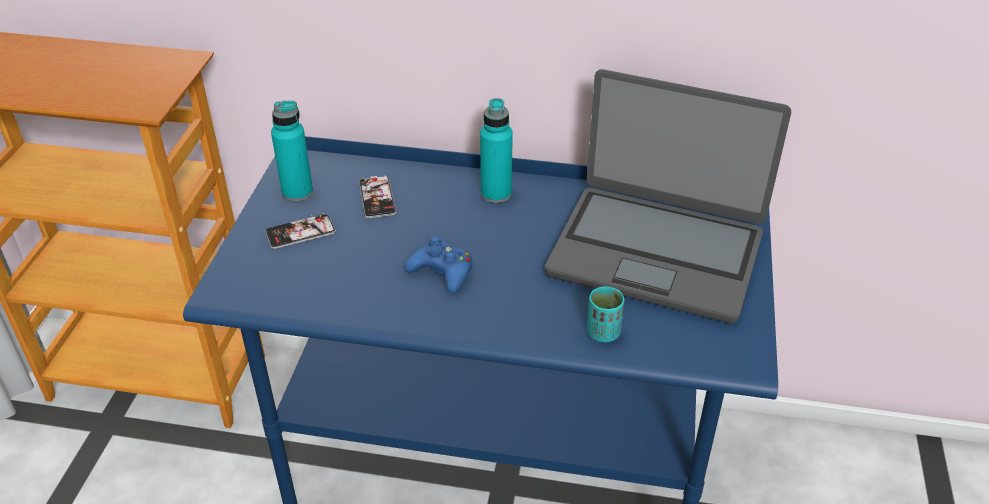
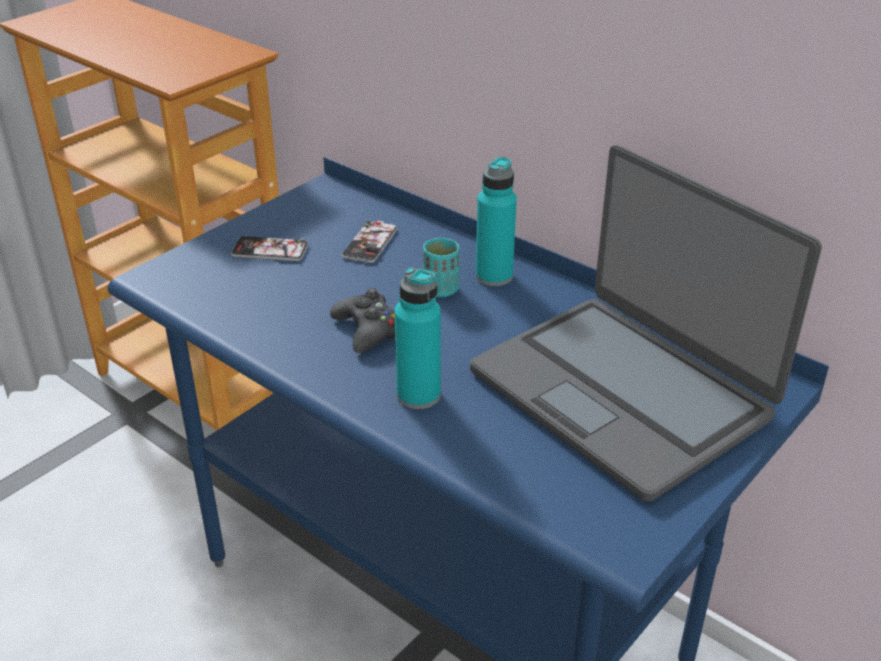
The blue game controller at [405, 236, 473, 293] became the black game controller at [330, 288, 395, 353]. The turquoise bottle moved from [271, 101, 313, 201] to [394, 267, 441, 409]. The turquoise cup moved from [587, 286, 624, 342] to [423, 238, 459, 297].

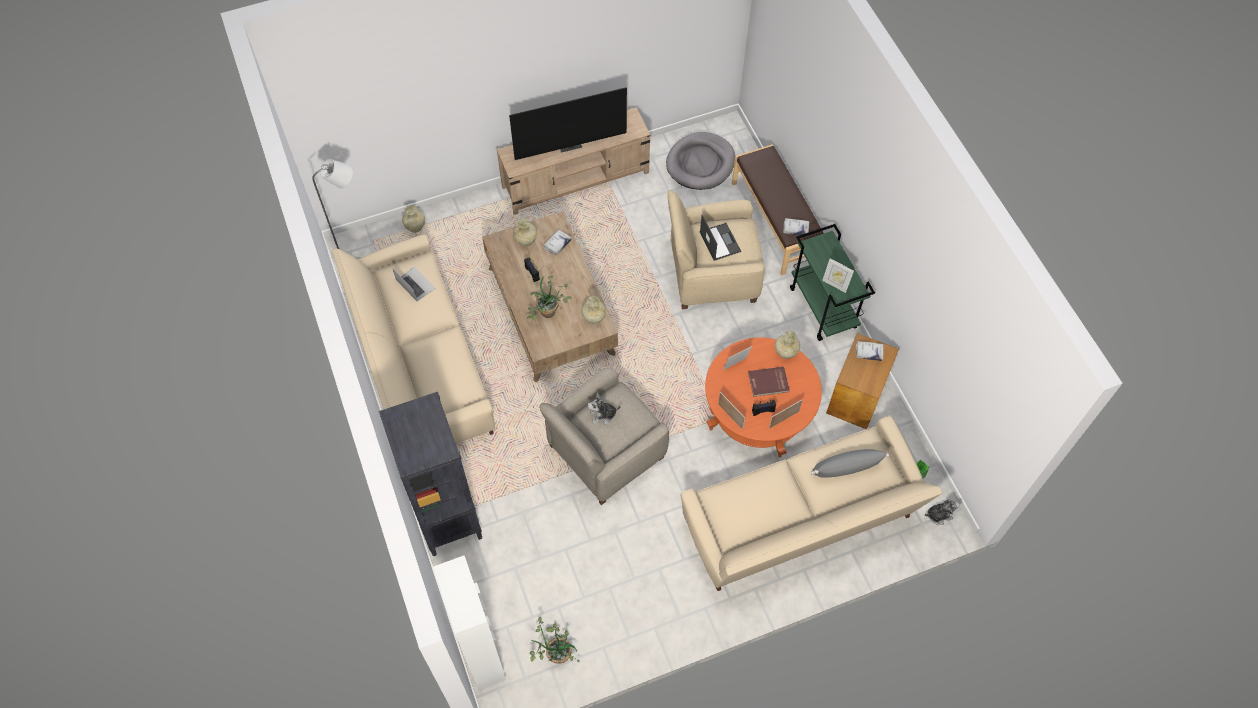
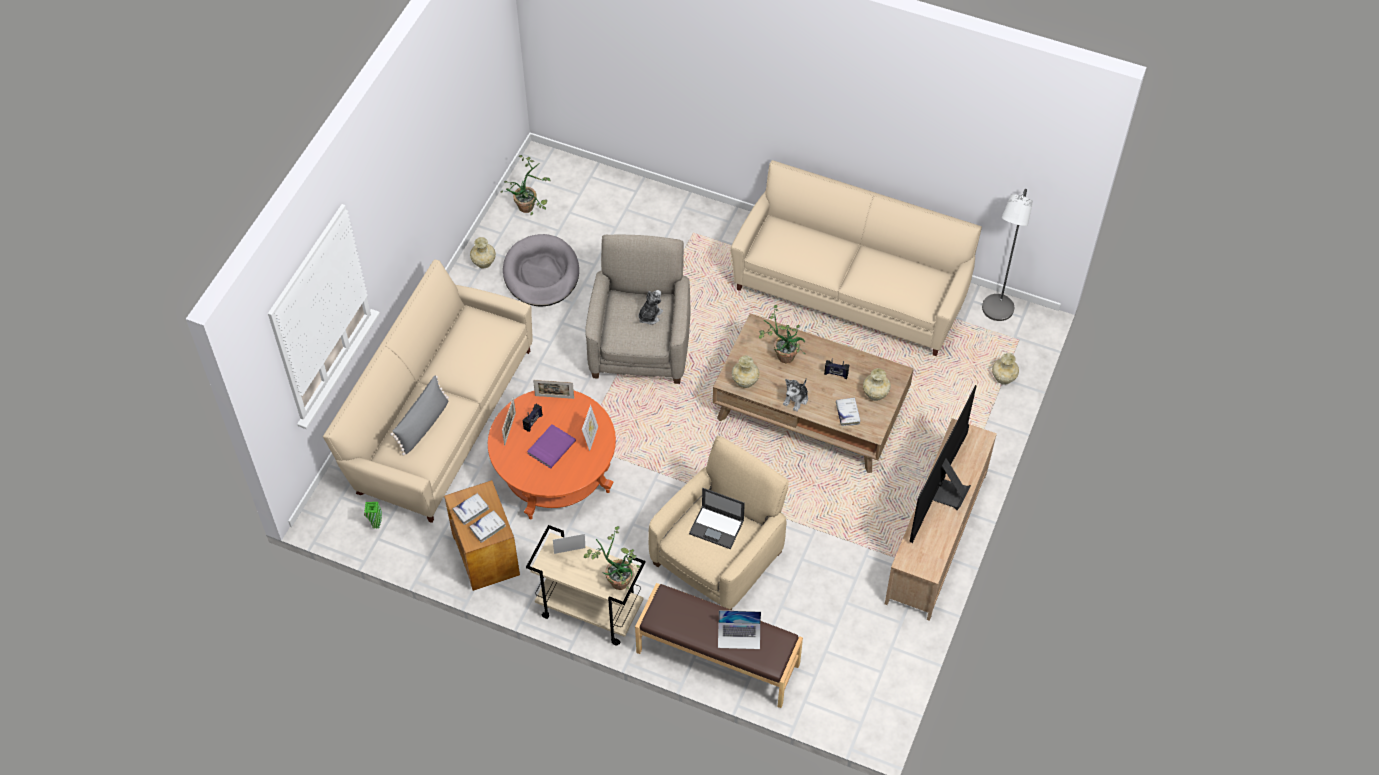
The white book moved from [783, 218, 810, 235] to [453, 493, 489, 525]. The beige vase moved from [775, 331, 800, 359] to [470, 237, 496, 269]. The grey dog bed moved from [666, 132, 735, 190] to [503, 234, 579, 307]. The green cart at [790, 224, 875, 341] became the beige cart at [526, 525, 645, 645]. The red book at [748, 367, 790, 397] became the purple book at [527, 424, 576, 469]. The potted plant at [584, 526, 640, 590] appeared. The laptop moved from [393, 267, 436, 301] to [718, 610, 761, 649]. The plush toy moved from [925, 499, 960, 525] to [783, 378, 808, 412]. The black bookcase at [379, 392, 483, 556] disappeared. The white cabinet at [433, 555, 506, 690] disappeared.

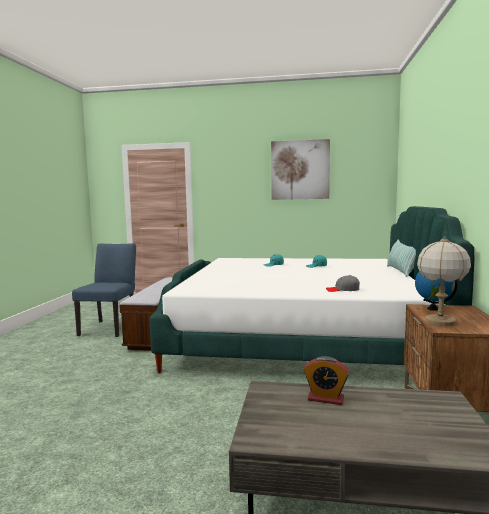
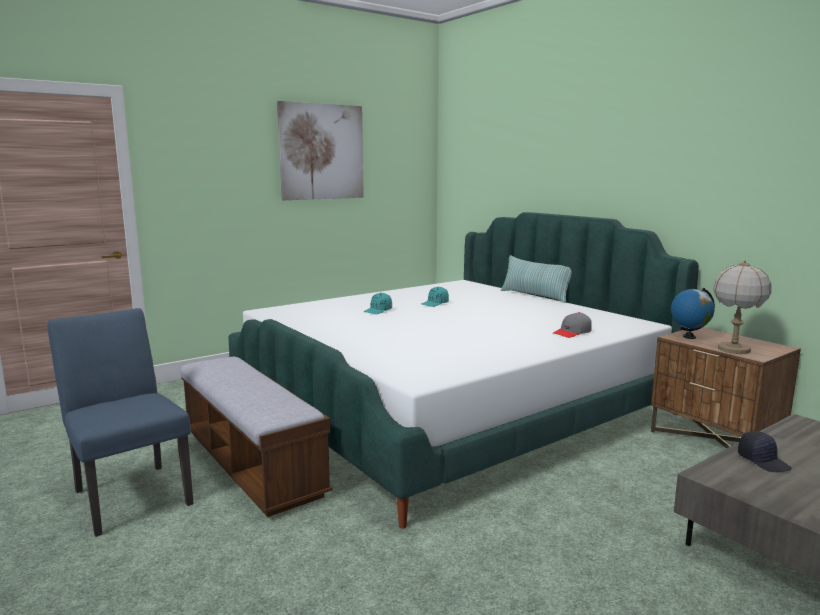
The alarm clock at [303, 356, 349, 405] was replaced by the black cap at [738, 431, 792, 472].

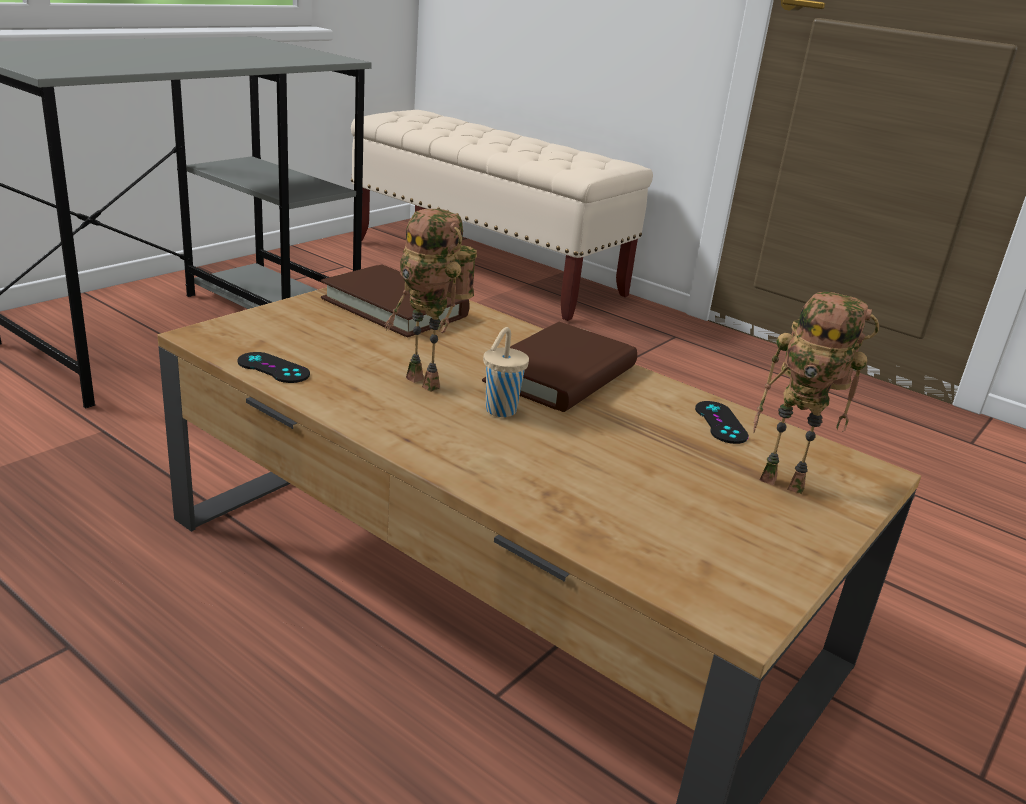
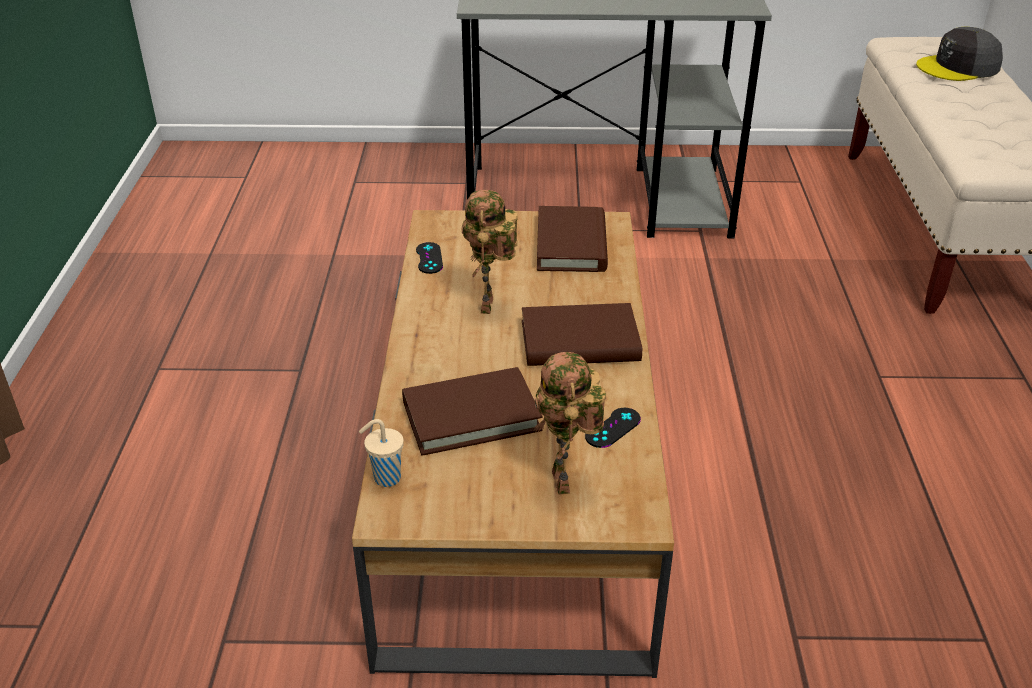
The beige cup moved from [483, 327, 529, 417] to [359, 419, 404, 487]. The brown book at [402, 367, 543, 456] appeared. The grey cap at [916, 26, 1003, 81] appeared.

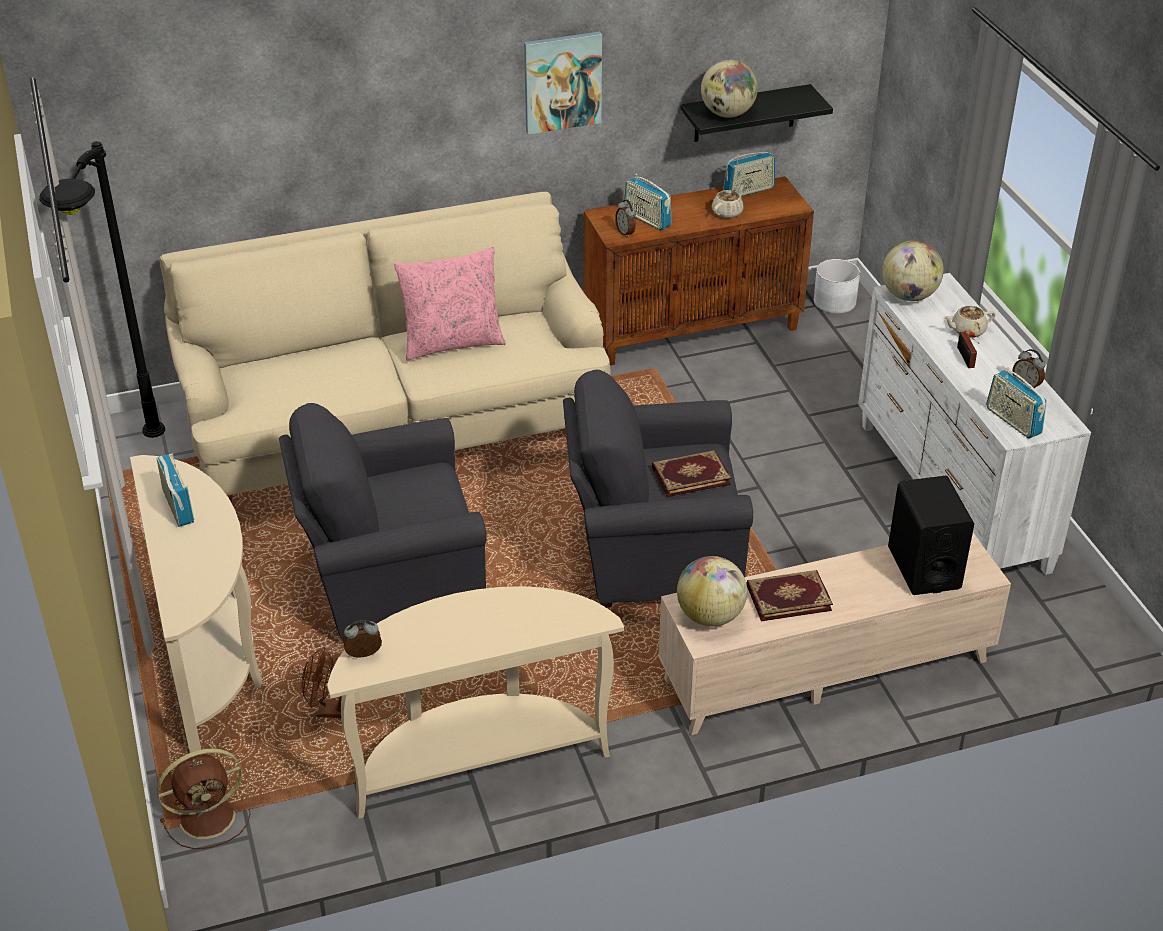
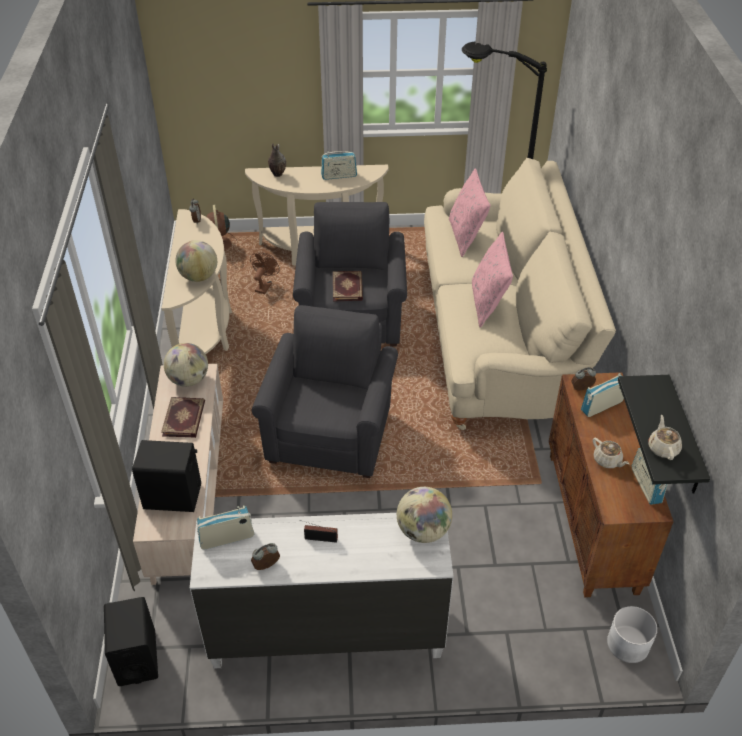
The black speaker at [104, 597, 158, 686] appeared. The globe moved from [701, 60, 758, 118] to [175, 240, 217, 282]. The vase at [268, 143, 286, 177] appeared. The book moved from [652, 450, 731, 497] to [333, 271, 363, 301]. The pink pillow at [449, 168, 491, 257] appeared. The beige teapot moved from [943, 306, 995, 338] to [648, 415, 682, 460]. The picture at [524, 31, 602, 135] disappeared.

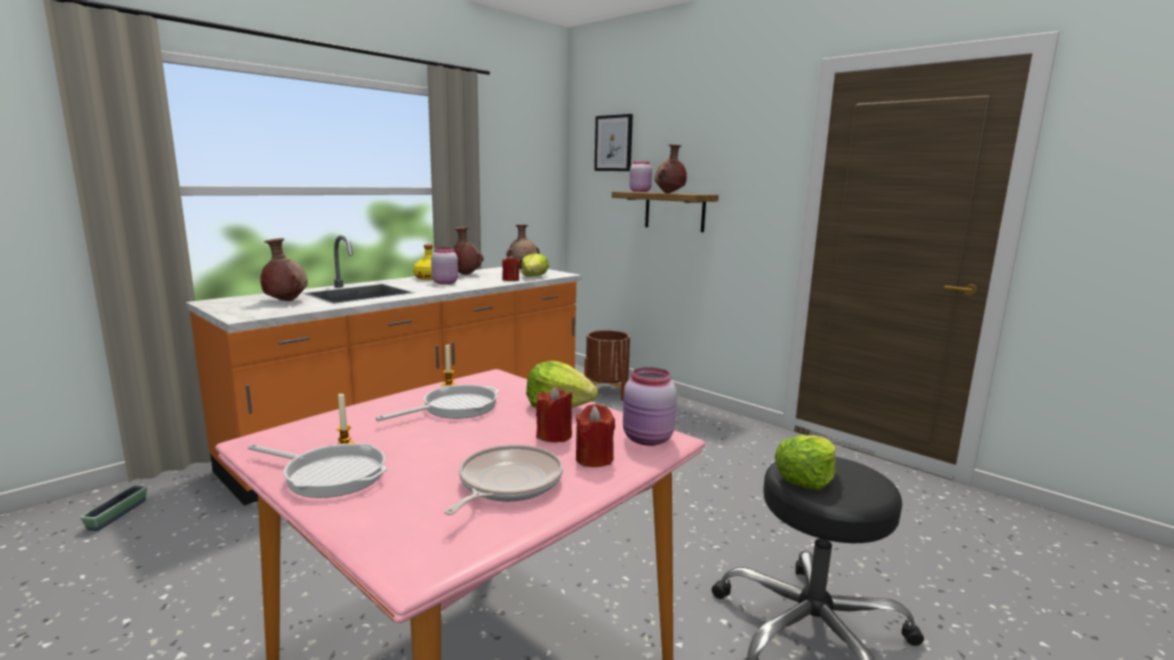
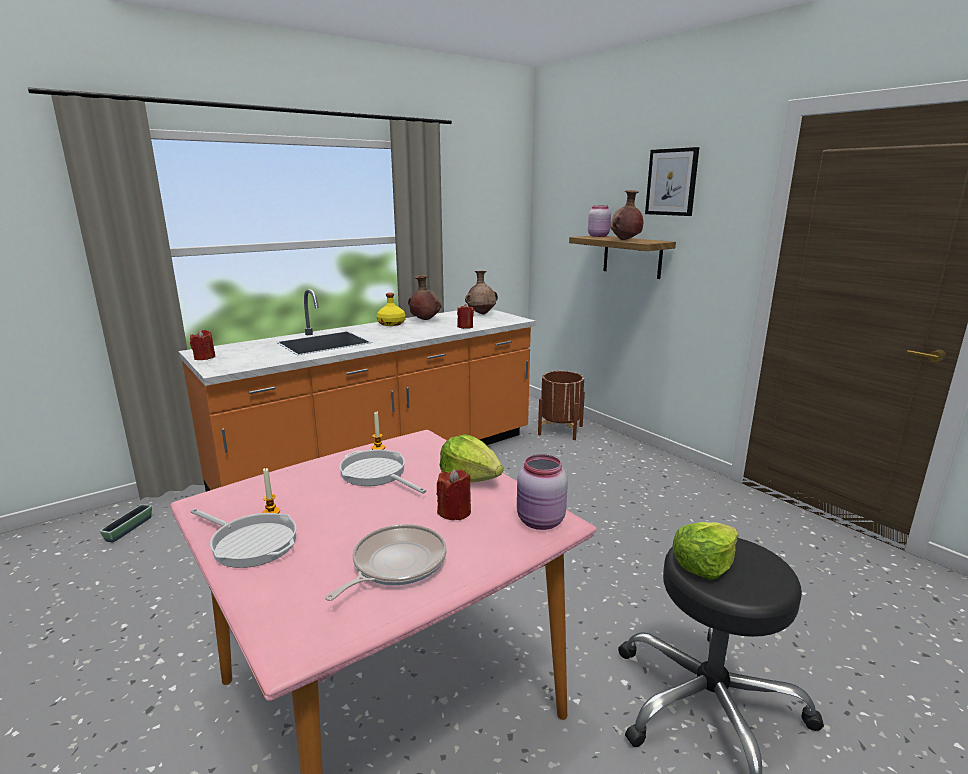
The red candle moved from [576, 404, 615, 467] to [190, 330, 215, 360]. The frying pan at [376, 384, 500, 421] turned 105 degrees counterclockwise. The picture moved from [594, 114, 633, 171] to [645, 147, 699, 216]. The brown vase at [260, 238, 308, 301] disappeared. The pink jar at [431, 247, 458, 285] disappeared. The lettuce at [521, 253, 549, 277] disappeared.

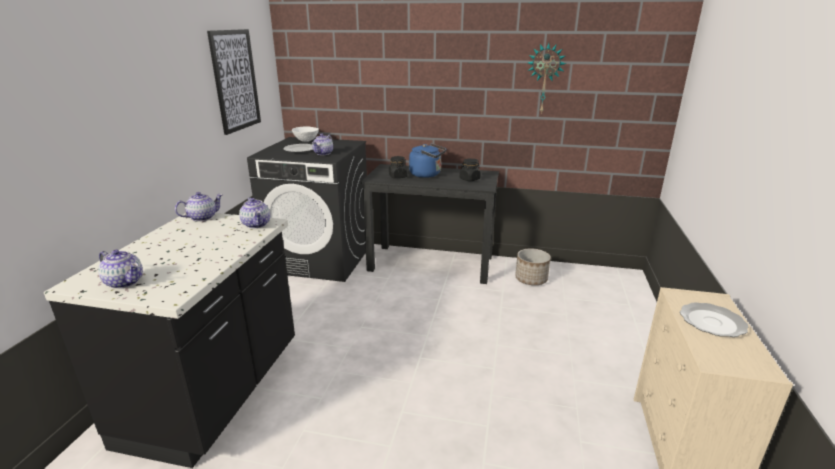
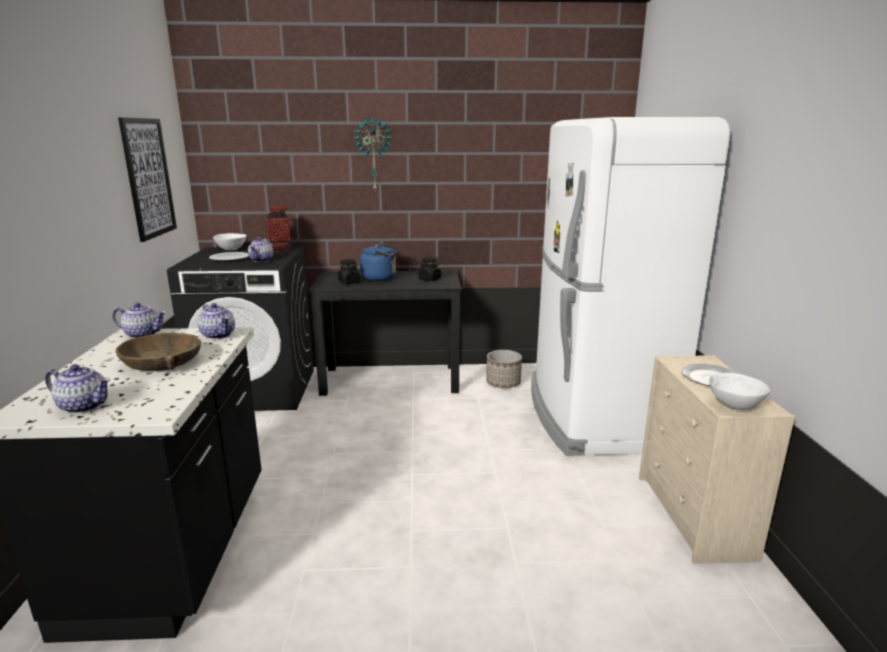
The teapot at [175, 192, 223, 222] turned 60 degrees clockwise. The brown bowl at [116, 333, 201, 371] appeared. The vase at [267, 205, 290, 252] appeared. The wall clock moved from [528, 43, 566, 113] to [354, 116, 392, 190]. The white fridge at [531, 117, 730, 456] appeared. The white bowl at [709, 373, 770, 410] appeared.

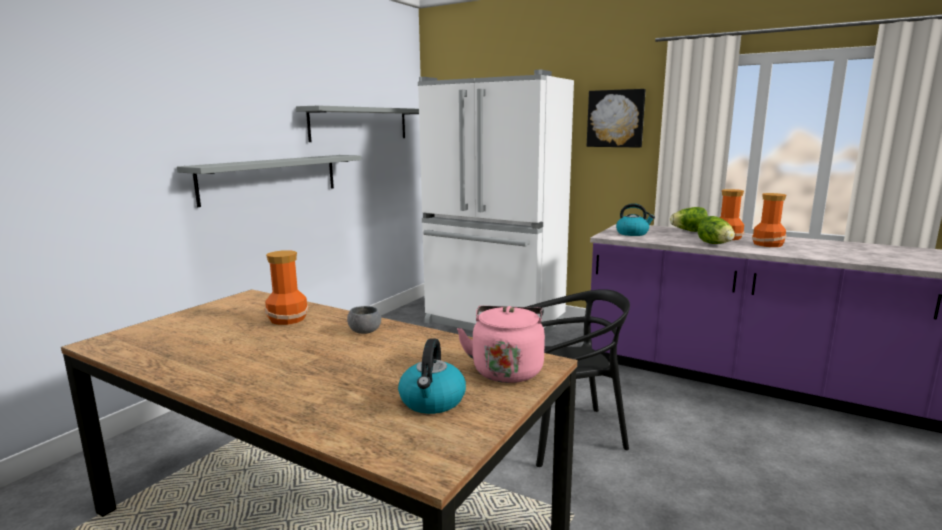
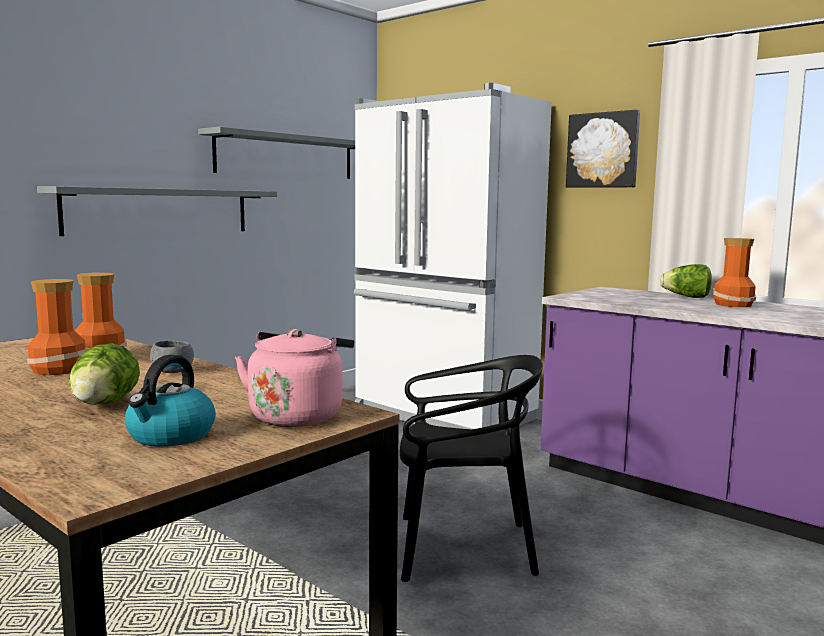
The vase moved from [752, 193, 786, 247] to [27, 279, 87, 375]. The lettuce moved from [698, 216, 735, 244] to [69, 343, 140, 405]. The kettle at [616, 203, 655, 236] disappeared.

